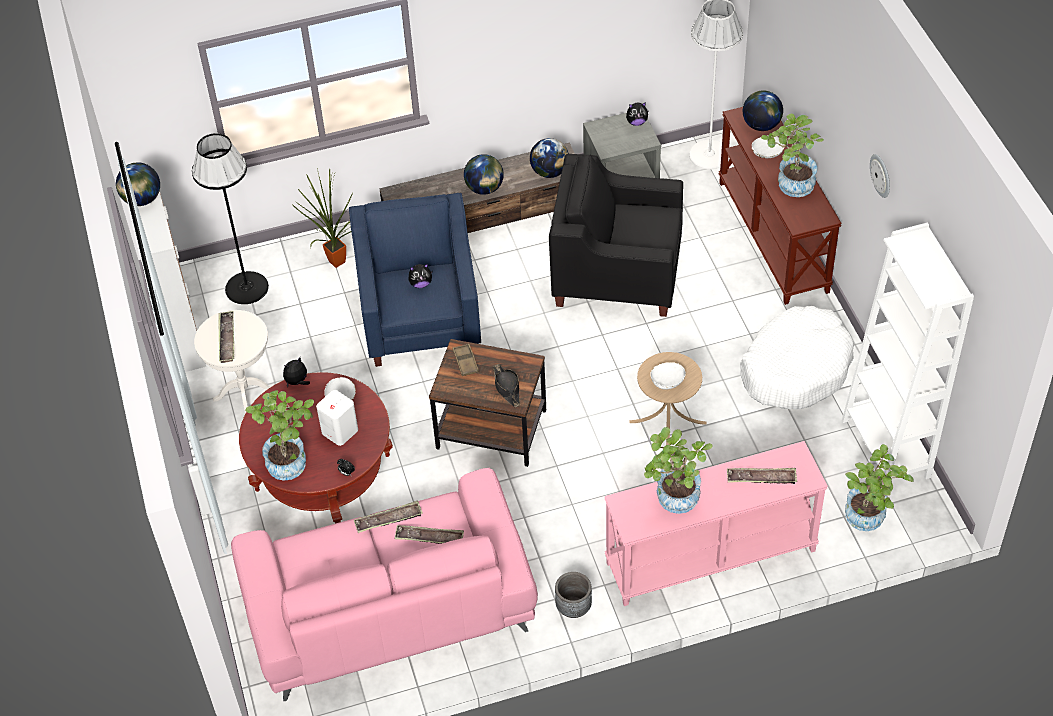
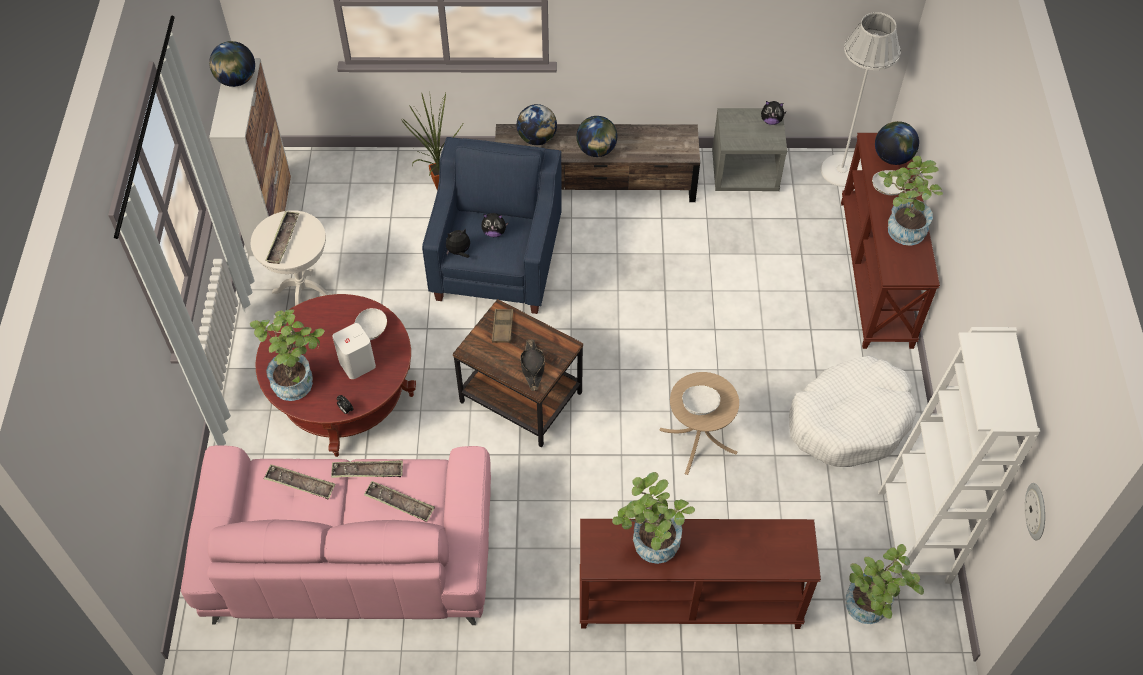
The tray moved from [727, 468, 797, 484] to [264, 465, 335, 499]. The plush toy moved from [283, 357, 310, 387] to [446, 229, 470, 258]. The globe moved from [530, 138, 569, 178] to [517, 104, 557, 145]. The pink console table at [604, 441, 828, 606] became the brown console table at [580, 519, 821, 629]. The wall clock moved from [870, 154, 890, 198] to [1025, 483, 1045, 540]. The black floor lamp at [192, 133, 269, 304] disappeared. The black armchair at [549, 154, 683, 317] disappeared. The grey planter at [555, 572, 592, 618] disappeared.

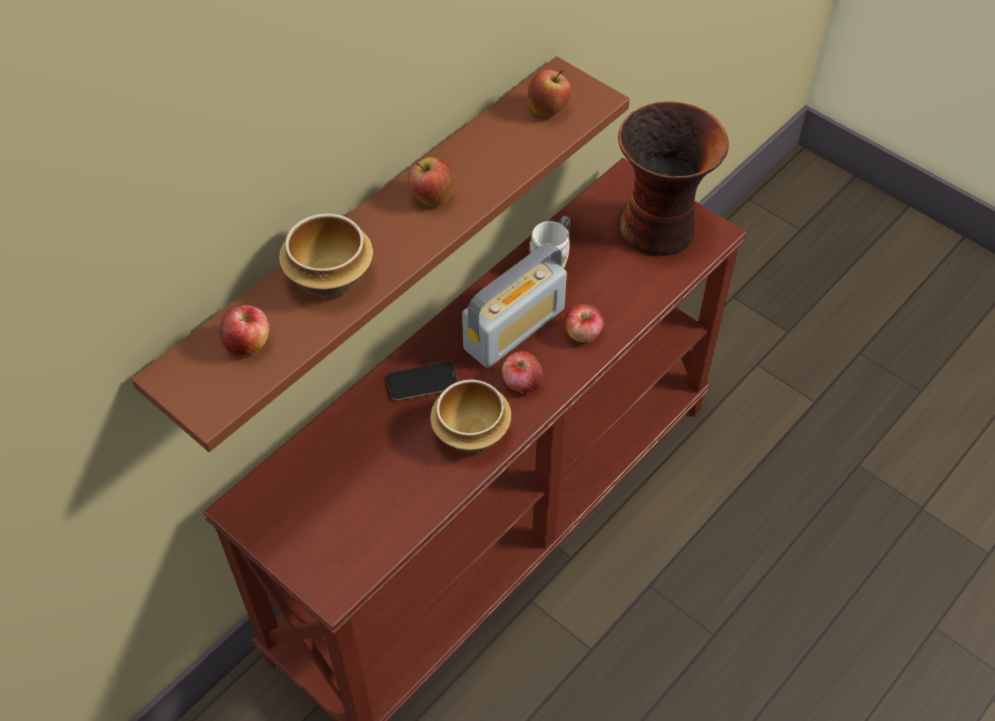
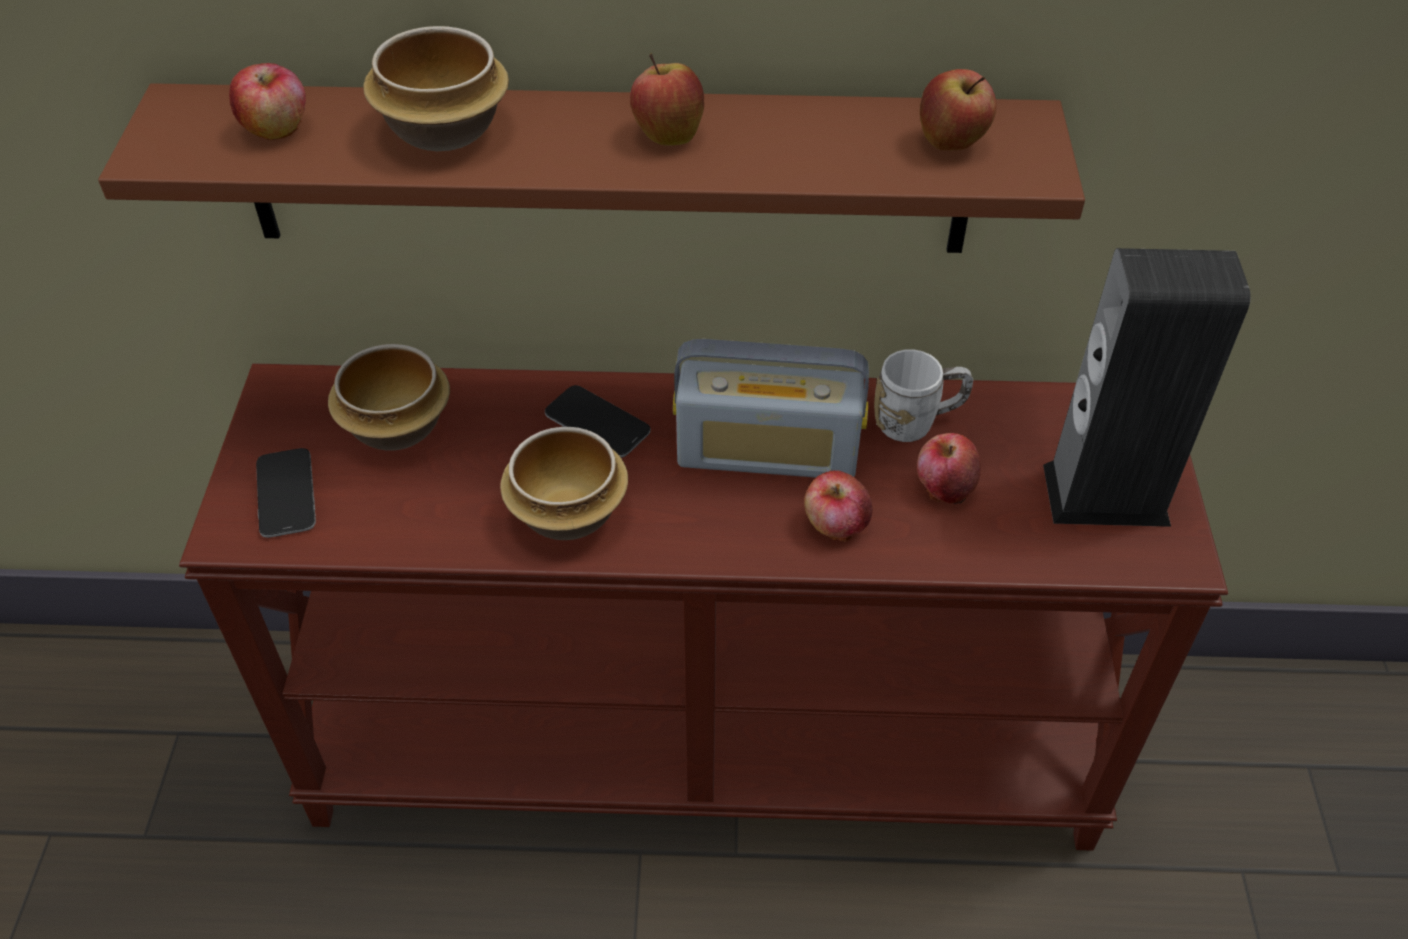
The phone at [256, 448, 316, 538] appeared. The bowl at [328, 344, 450, 451] appeared. The apple moved from [502, 351, 543, 395] to [917, 433, 981, 504]. The vase at [618, 101, 729, 256] was replaced by the speaker at [1043, 248, 1251, 527].

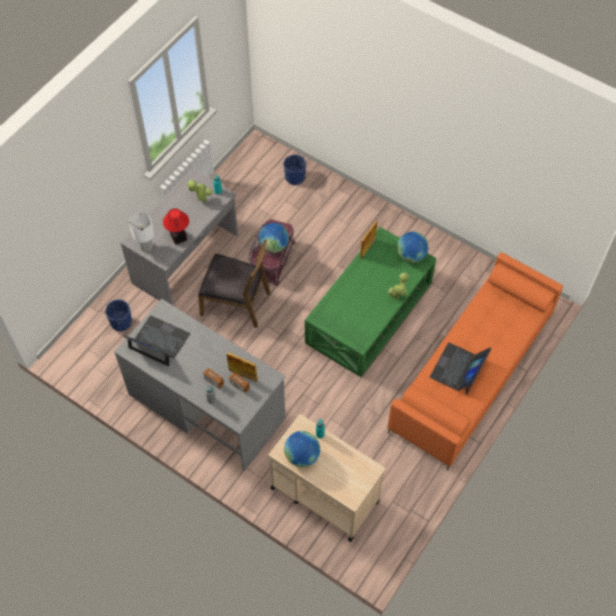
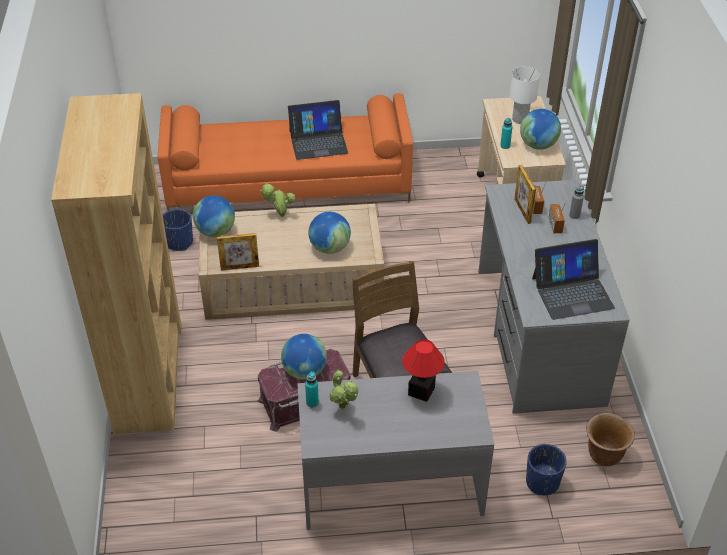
The brown bookcase at [51, 93, 182, 434] appeared. The blue planter moved from [284, 155, 306, 185] to [163, 209, 193, 251]. The green coffee table at [305, 227, 436, 377] became the beige coffee table at [198, 204, 385, 320]. The globe at [308, 212, 351, 254] appeared. The white table lamp moved from [129, 212, 154, 252] to [510, 66, 540, 124]. The laptop at [123, 315, 190, 366] turned 90 degrees counterclockwise. The brown planter at [586, 413, 635, 466] appeared.

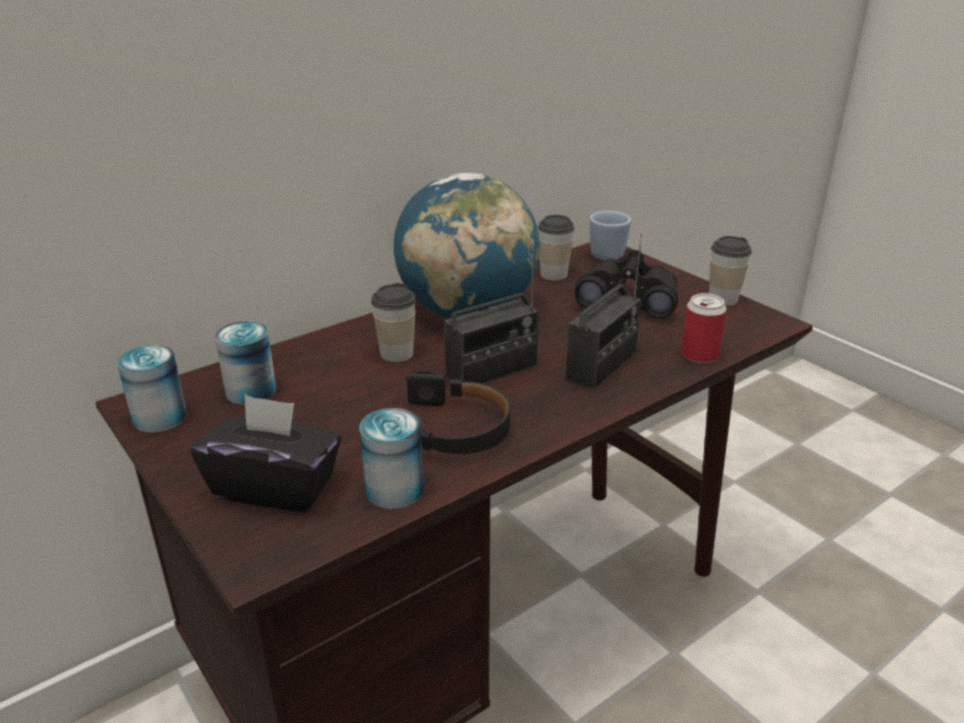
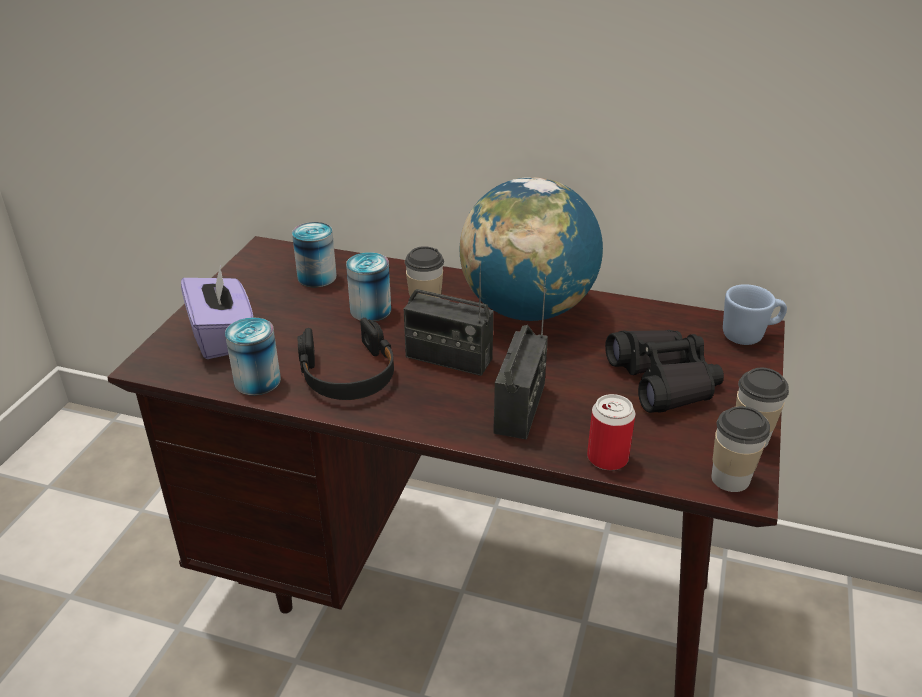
The black tissue box at [190, 394, 341, 512] became the purple tissue box at [181, 264, 253, 359]. The can moved from [117, 345, 187, 433] to [346, 252, 391, 322]. The radio at [566, 234, 642, 390] turned 75 degrees counterclockwise. The cup moved from [538, 215, 575, 280] to [711, 406, 770, 492].

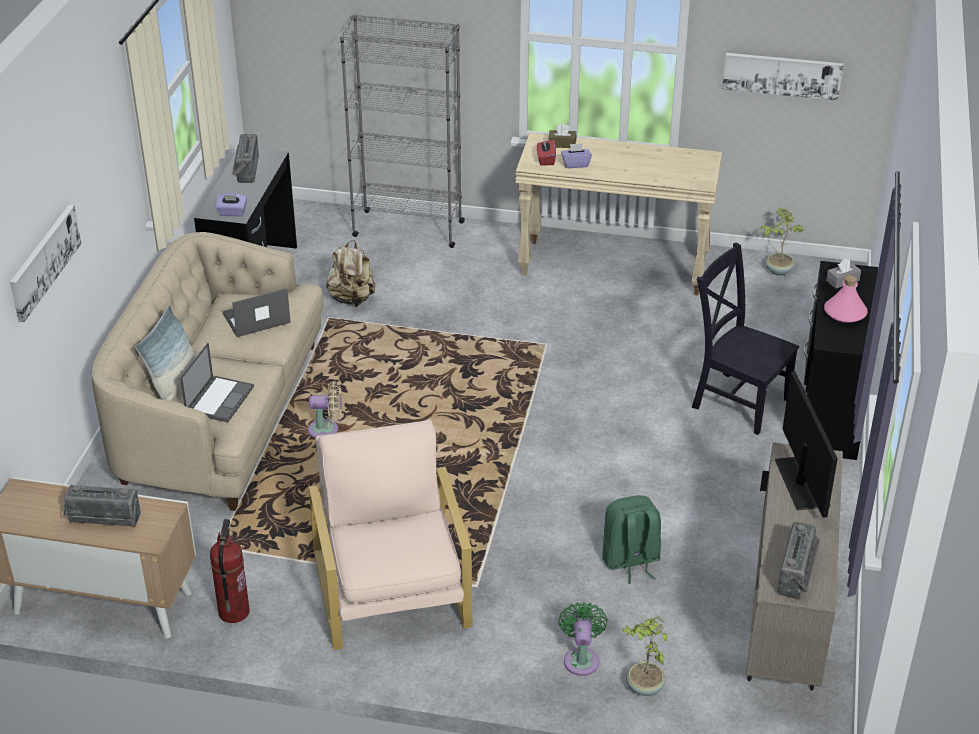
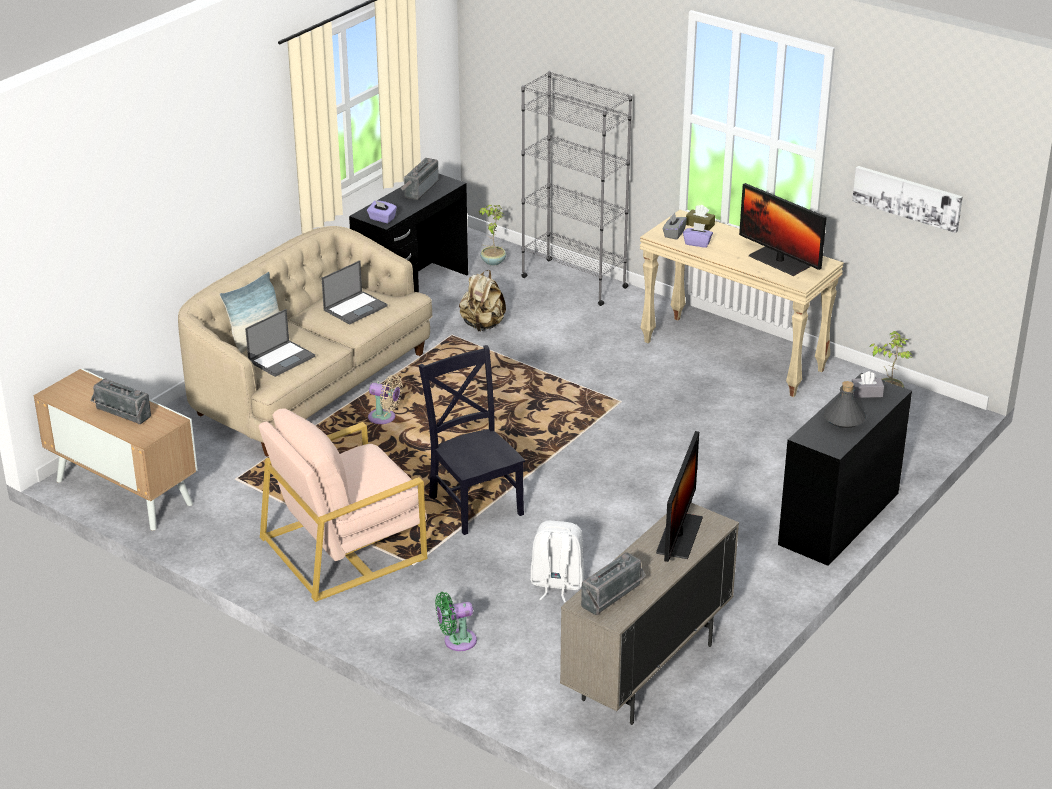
The beige armchair at [309, 420, 472, 650] turned 135 degrees counterclockwise. The laptop at [223, 288, 291, 337] turned 135 degrees clockwise. The black chair moved from [692, 242, 799, 435] to [419, 345, 525, 535]. The green fan at [559, 602, 608, 676] turned 135 degrees counterclockwise. The potted plant moved from [622, 616, 667, 696] to [479, 205, 506, 266]. The green backpack at [602, 495, 661, 584] became the white backpack at [530, 521, 584, 602]. The red tissue box at [537, 140, 556, 165] became the grey tissue box at [663, 213, 687, 240]. The monitor at [739, 183, 827, 276] appeared. The pink bottle at [824, 275, 868, 323] became the grey bottle at [823, 381, 866, 428]. The picture at [10, 205, 81, 322] disappeared. The fire extinguisher at [210, 519, 250, 623] disappeared.

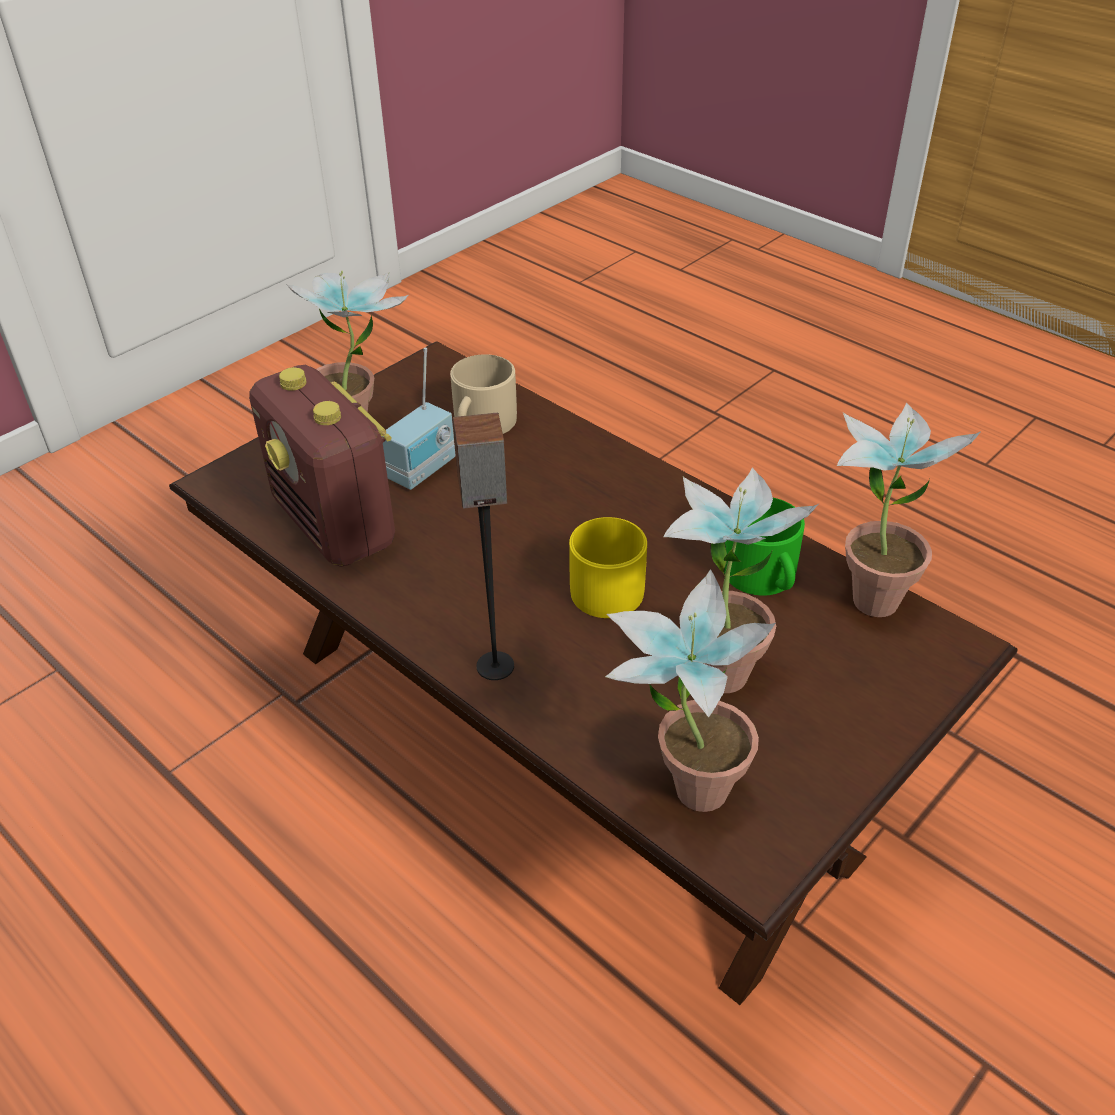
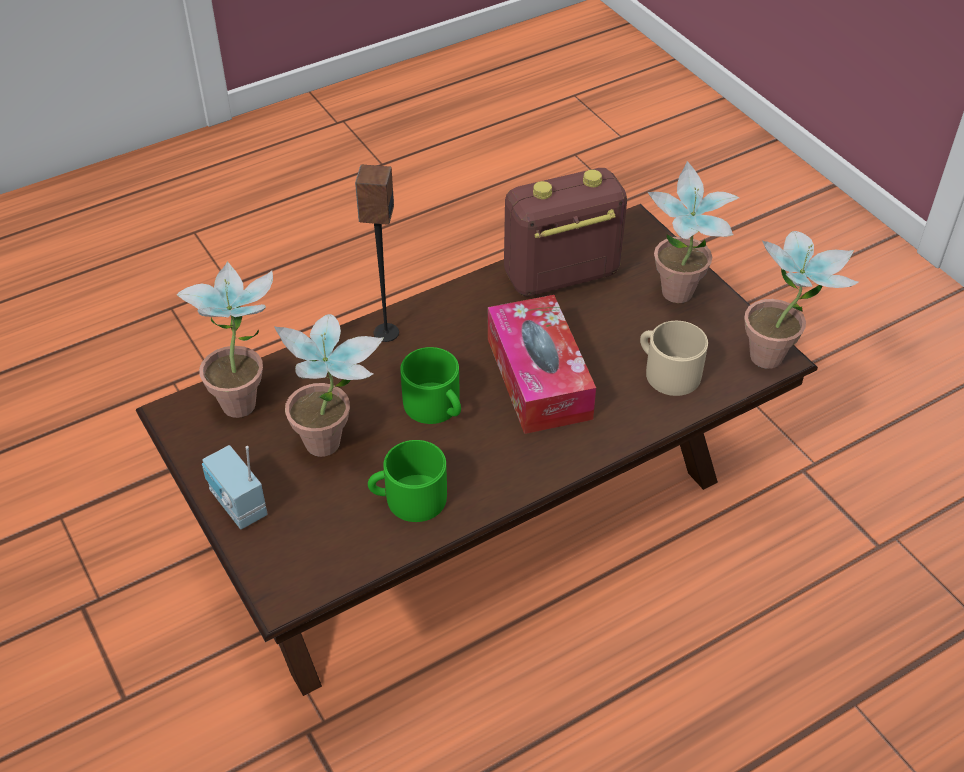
The radio moved from [381, 348, 455, 490] to [202, 445, 268, 529]. The yellow mug at [569, 517, 647, 618] became the green mug at [400, 347, 461, 424]. The tissue box at [488, 295, 596, 434] appeared. The potted plant moved from [837, 403, 980, 617] to [744, 231, 860, 369].

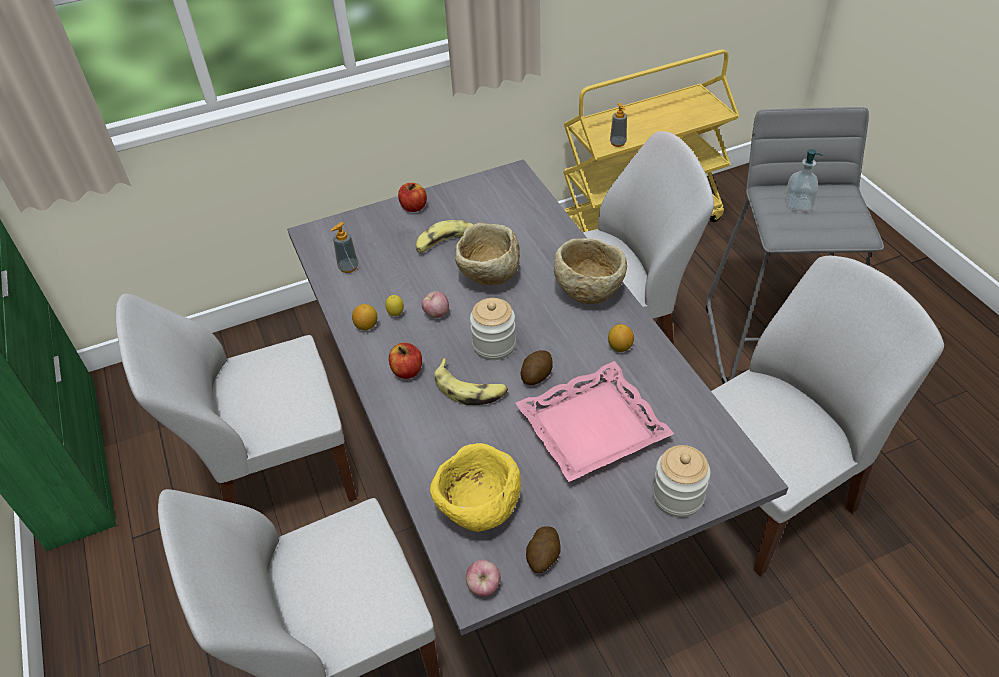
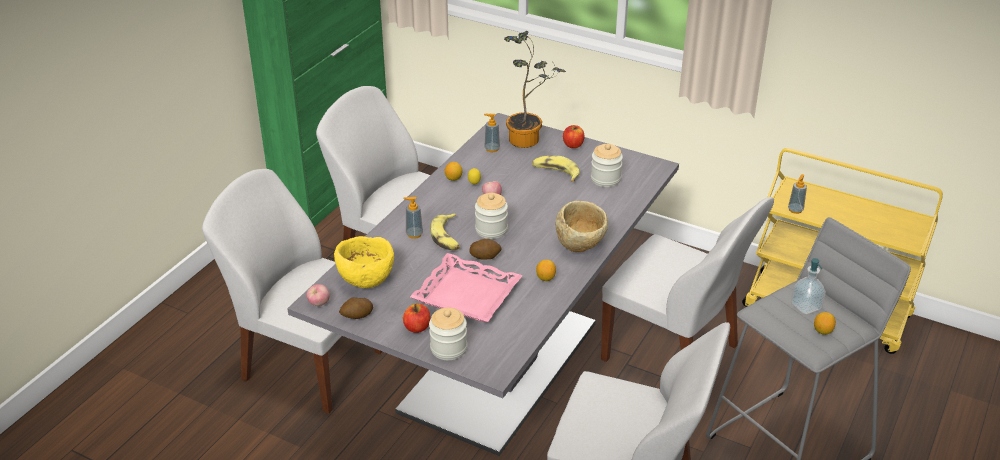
The soap dispenser at [403, 197, 423, 239] appeared. The apple moved from [389, 342, 422, 379] to [403, 303, 430, 333]. The potted plant at [504, 31, 566, 148] appeared. The jar at [591, 144, 623, 187] appeared. The lemon at [814, 312, 836, 335] appeared. The beige bowl at [455, 223, 520, 285] disappeared.

